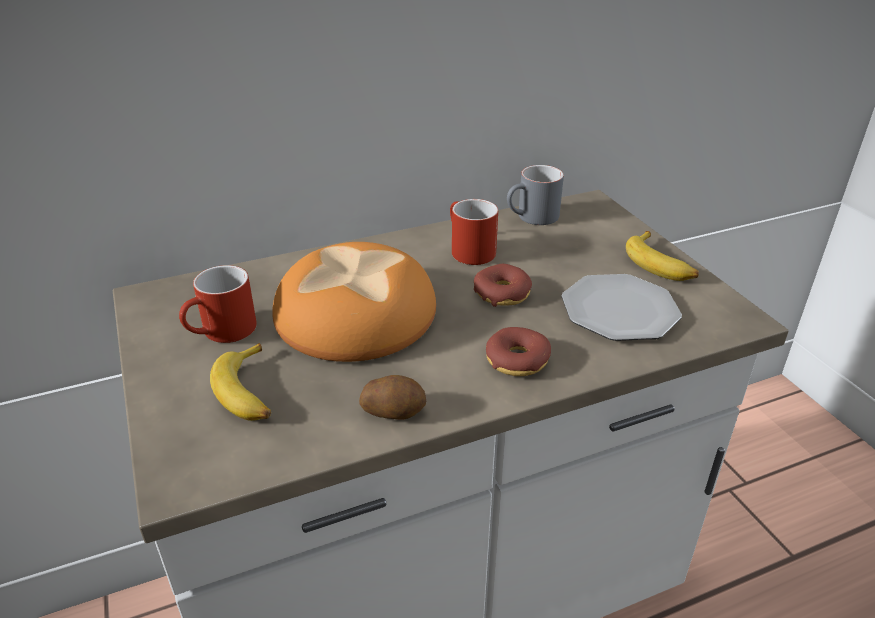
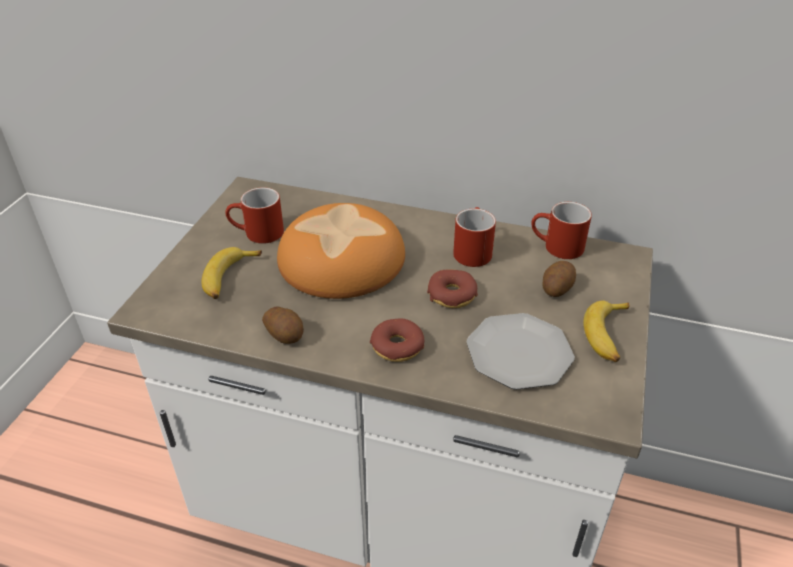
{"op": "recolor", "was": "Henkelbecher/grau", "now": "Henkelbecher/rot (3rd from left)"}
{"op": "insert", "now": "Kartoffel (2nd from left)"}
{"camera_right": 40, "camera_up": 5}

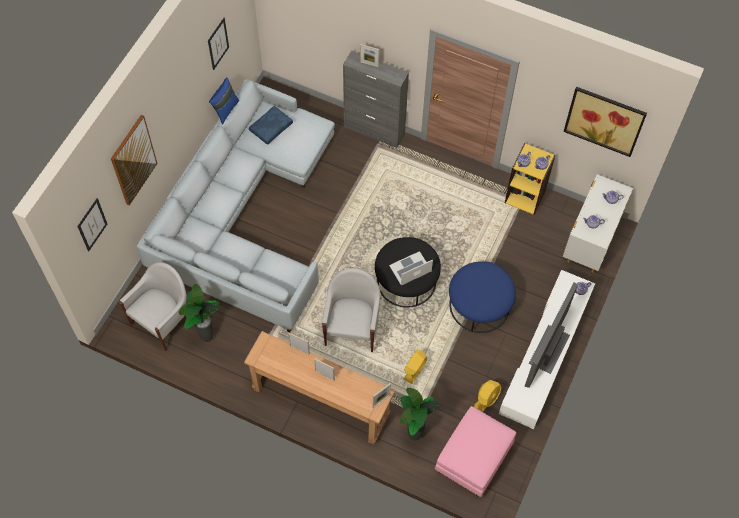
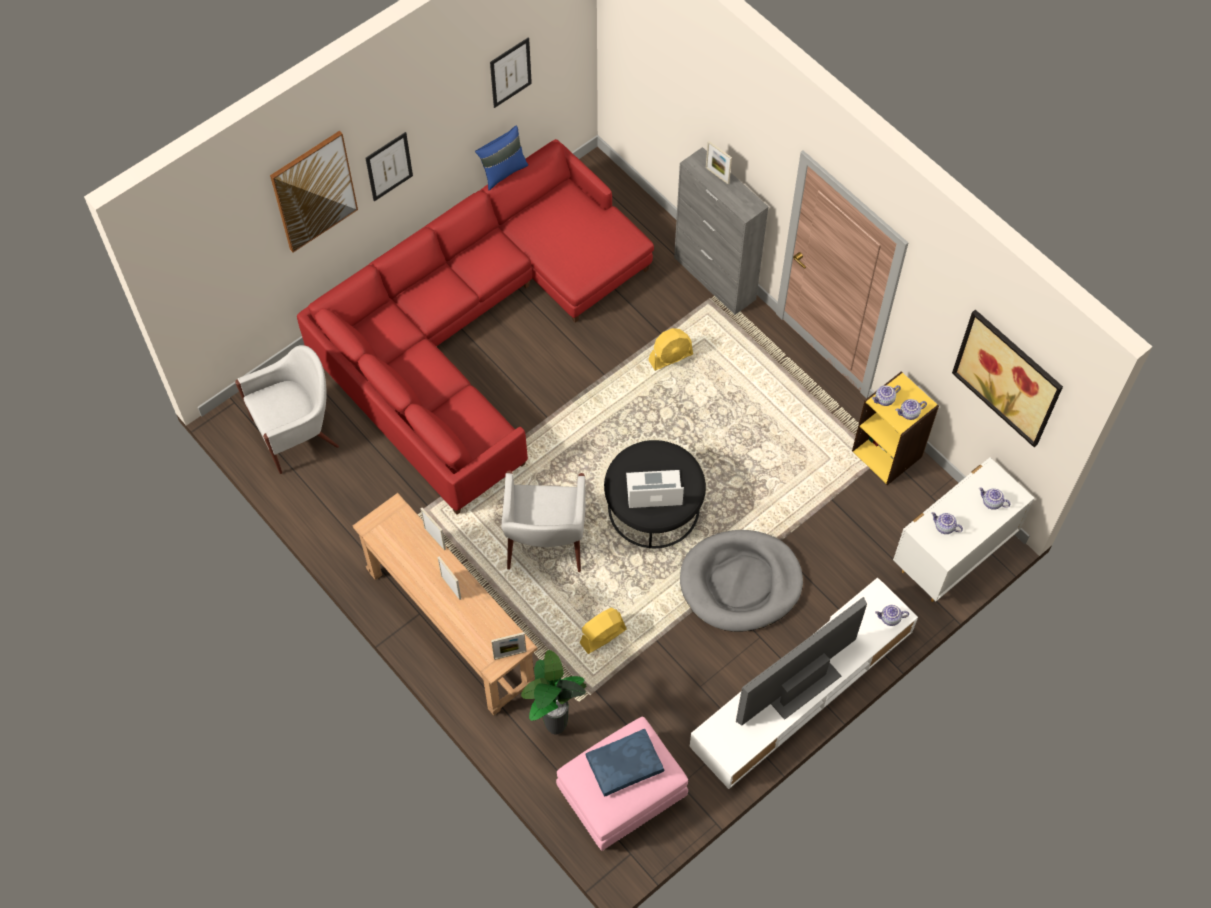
{"op": "recolor", "was": "Sofa/grau", "now": "Sofa/rot"}
{"op": "move", "was": "Kissen/blau (2nd from left)"}
{"op": "move", "was": "Bild (1st from left in the first image)", "now": "Bild (2nd from left)"}
{"op": "replace", "was": "Polsterhocker/blau", "now": "Hundebett/grau"}
{"op": "rotate", "was": "Sessel/weiß (2nd from left)", "clockwise": 150}
{"op": "delete", "was": "Topfpflanze (1st from left)"}
{"op": "move", "was": "Ventilator/gelb (2nd from left)"}
{"camera_right": 25, "camera_up": 0}

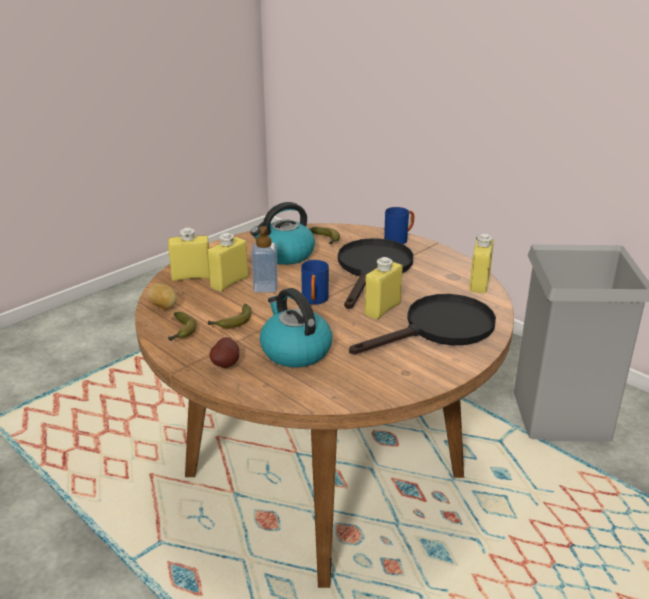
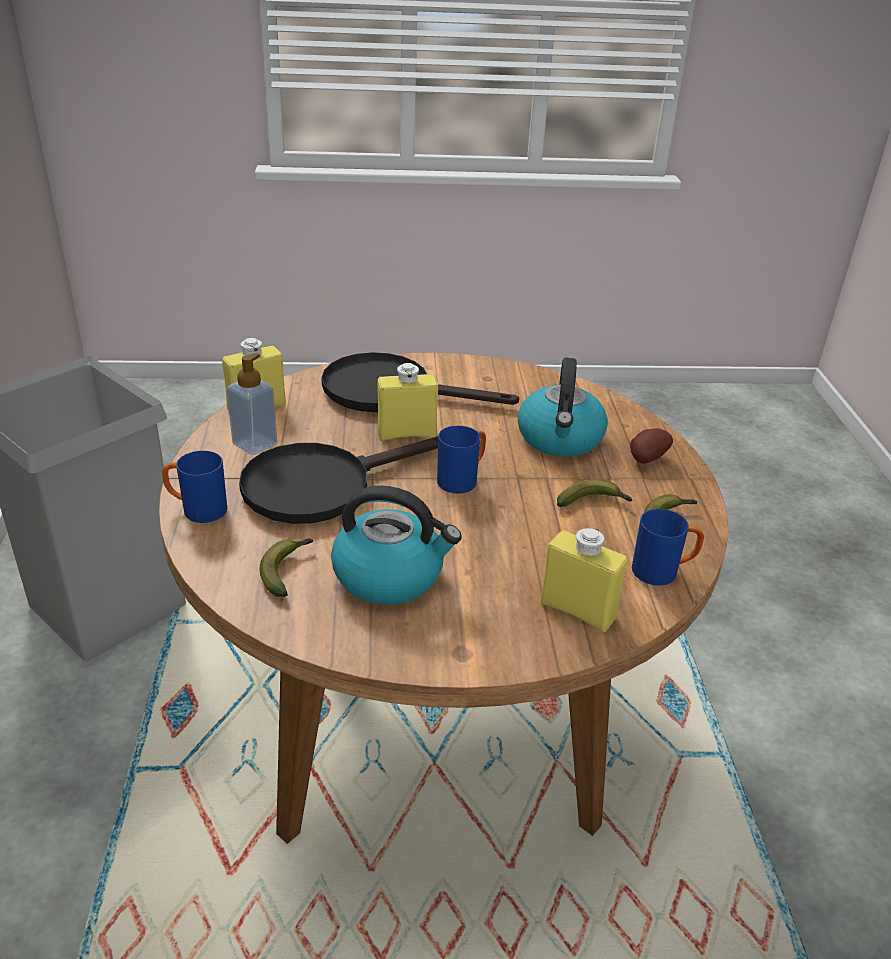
{"op": "move", "was": "Seifenspender"}
{"op": "delete", "was": "Flasche/gelb (2nd from left)"}
{"op": "replace", "was": "Kartoffel (1st from left)", "now": "Henkelbecher/blau (3rd from left)"}
{"camera_right": -140, "camera_up": 5}

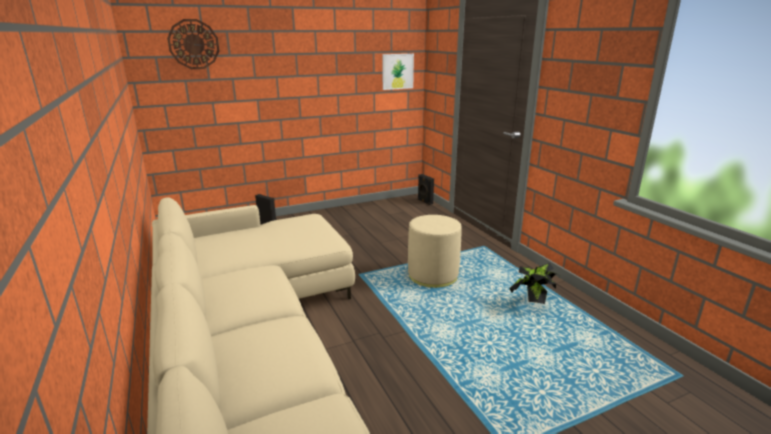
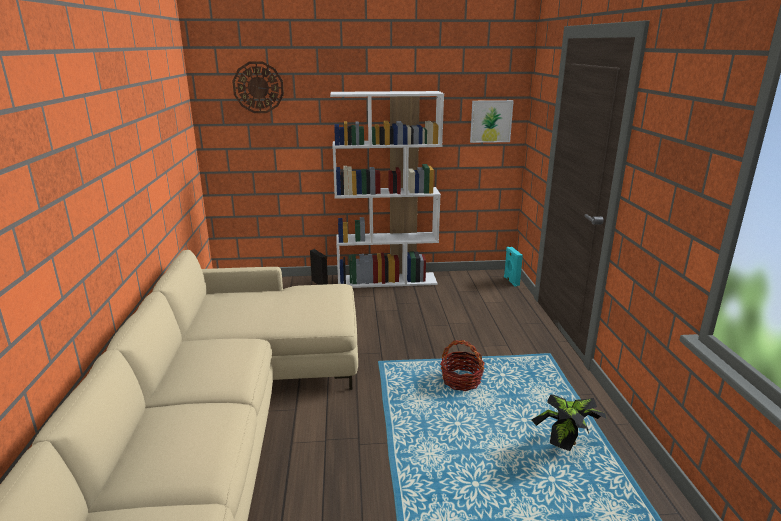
{"op": "recolor", "was": "Lautsprecher/schwarz (2nd from left)", "now": "Lautsprecher/türkis"}
{"op": "replace", "was": "Polsterhocker/beige", "now": "Korb"}
{"op": "insert", "now": "Bücherregal/weiß"}
{"camera_right": 20, "camera_up": 0}

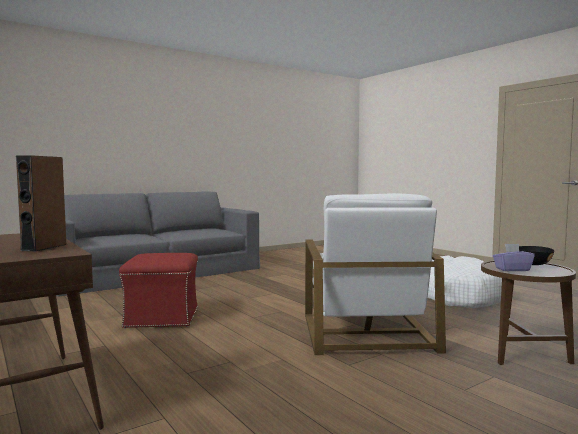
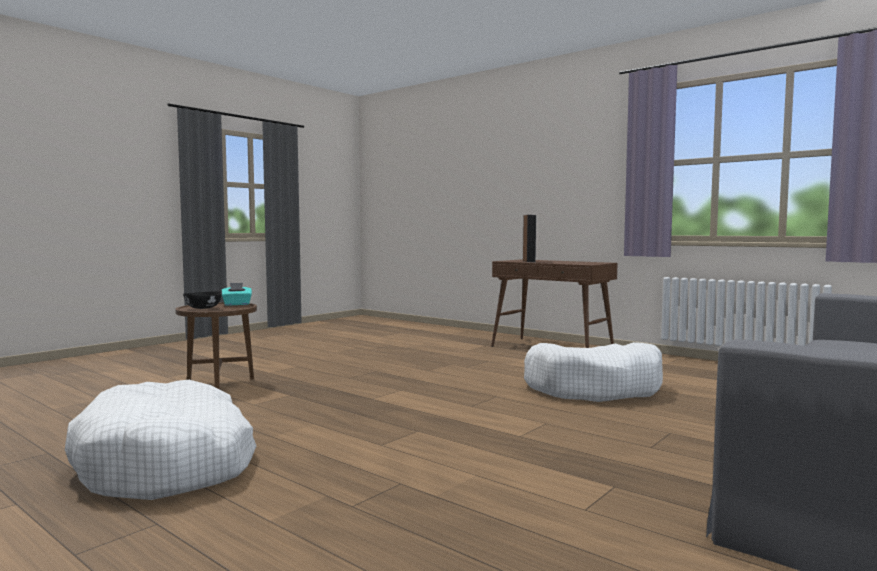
{"op": "delete", "was": "Sessel/weiß"}
{"op": "recolor", "was": "Taschentuchbox/lila", "now": "Taschentuchbox/türkis"}
{"op": "replace", "was": "Polsterhocker/rot", "now": "Hundebett/weiß (2nd from left)"}
{"camera_right": 165, "camera_up": 0}

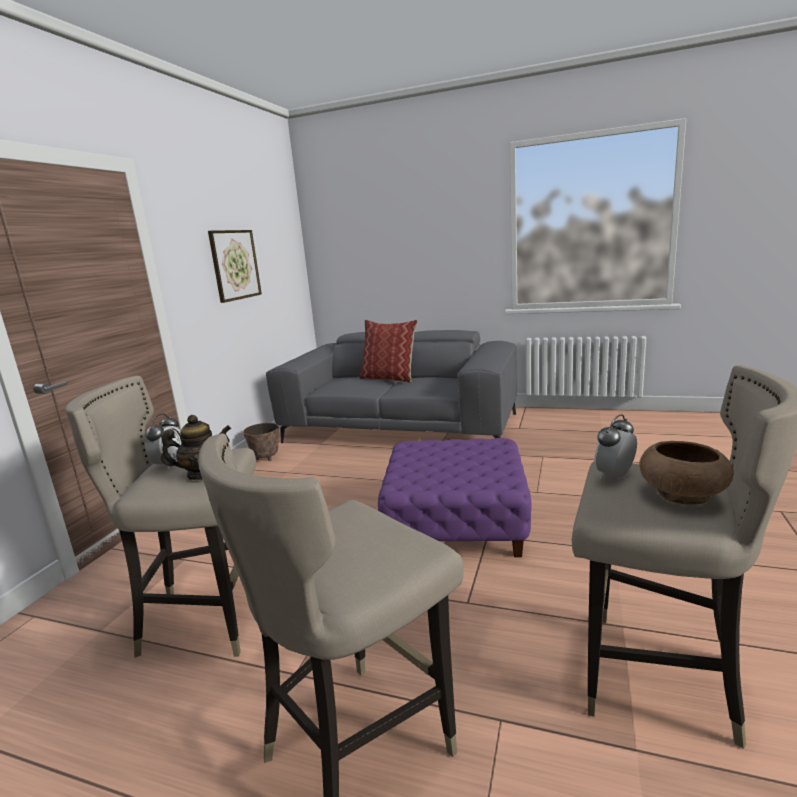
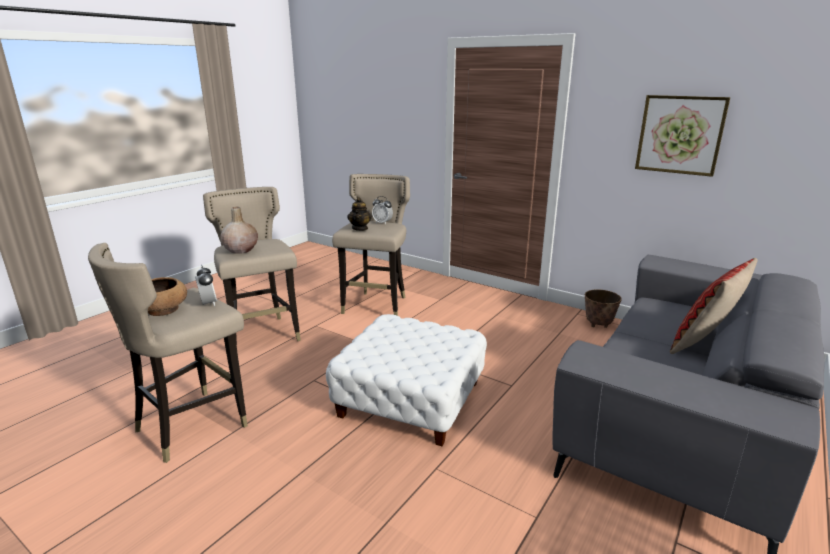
{"op": "recolor", "was": "Polsterhocker/lila", "now": "Polsterhocker/weiß"}
{"op": "insert", "now": "Vase/beige"}
{"camera_right": 105, "camera_up": 5}

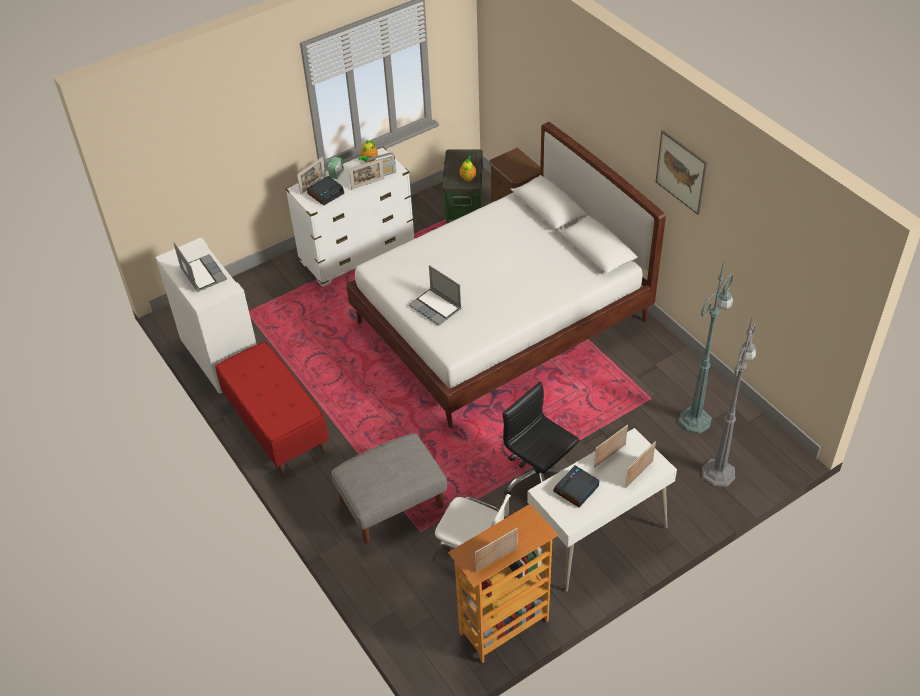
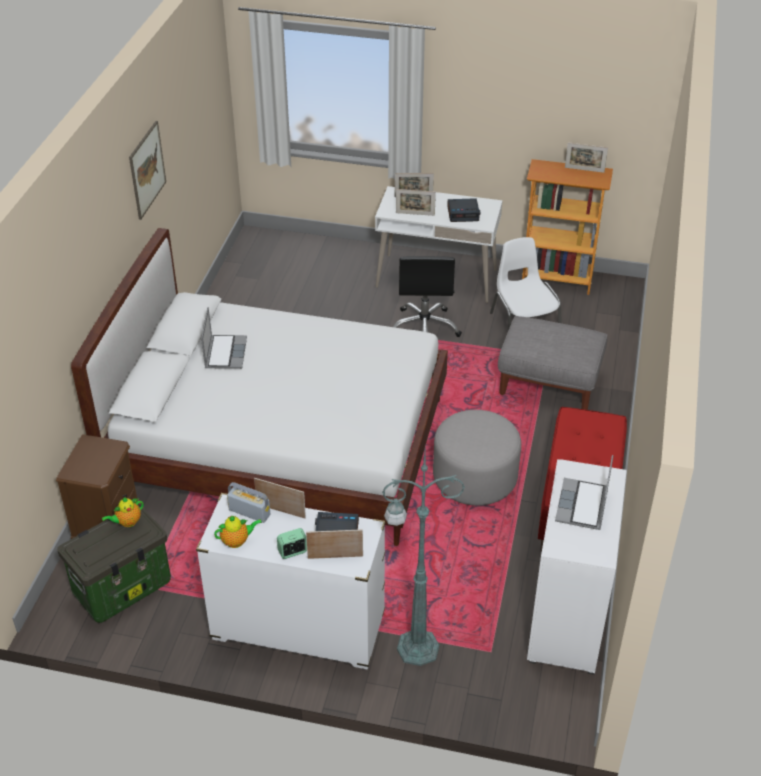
{"op": "move", "was": "Stehlampe/grün"}
{"op": "move", "was": "Laptop (2nd from left in the first image)", "now": "Laptop (1st from left)"}
{"op": "delete", "was": "Stehlampe/grau"}
{"op": "insert", "now": "Polsterhocker/grau (1st from left)"}
{"camera_right": -135, "camera_up": -5}

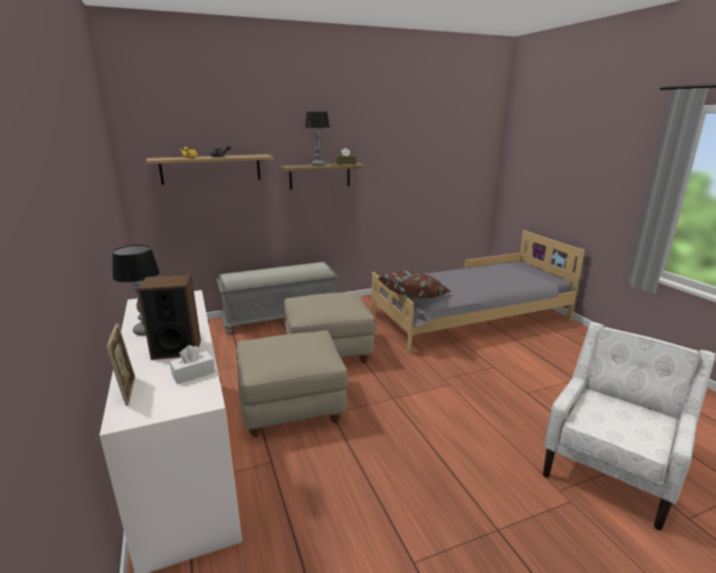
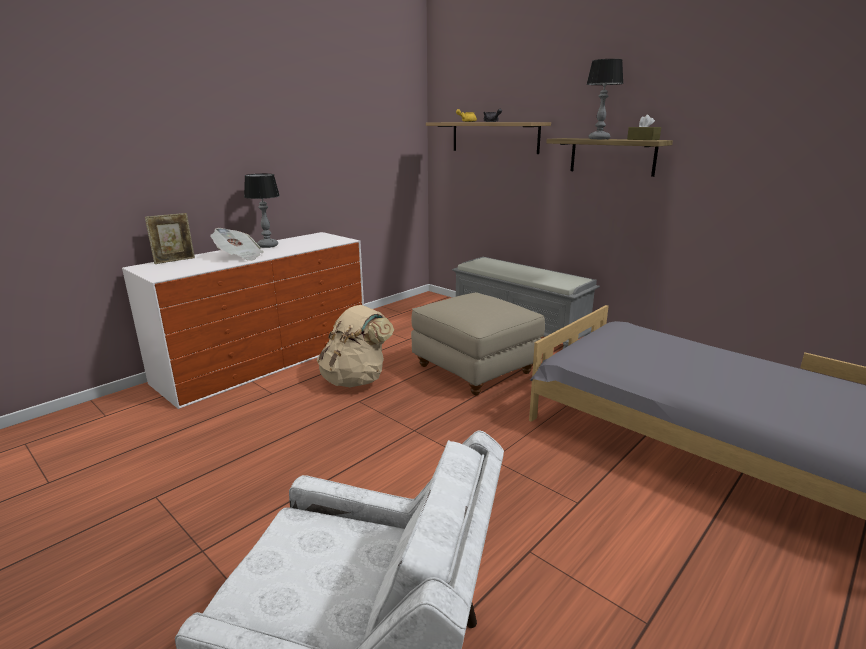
{"op": "delete", "was": "Kissen/braun"}
{"op": "replace", "was": "Lautsprecher", "now": "Zeitung"}
{"op": "replace", "was": "Polsterhocker/beige (1st from left)", "now": "Rucksack/beige"}
{"op": "delete", "was": "Taschentuchbox/weiß"}
{"camera_right": 65, "camera_up": 0}

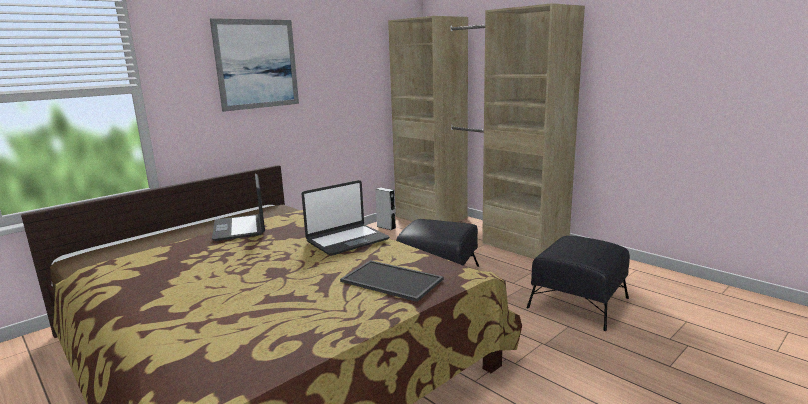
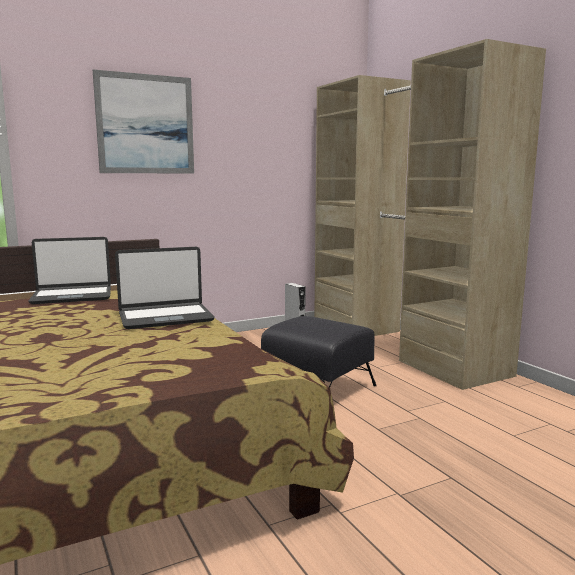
{"op": "rotate", "was": "Laptop (1st from left)", "clockwise": -105}
{"op": "delete", "was": "Polsterhocker/schwarz (2nd from left)"}
{"op": "delete", "was": "Tablett"}
{"camera_right": 15, "camera_up": -5}

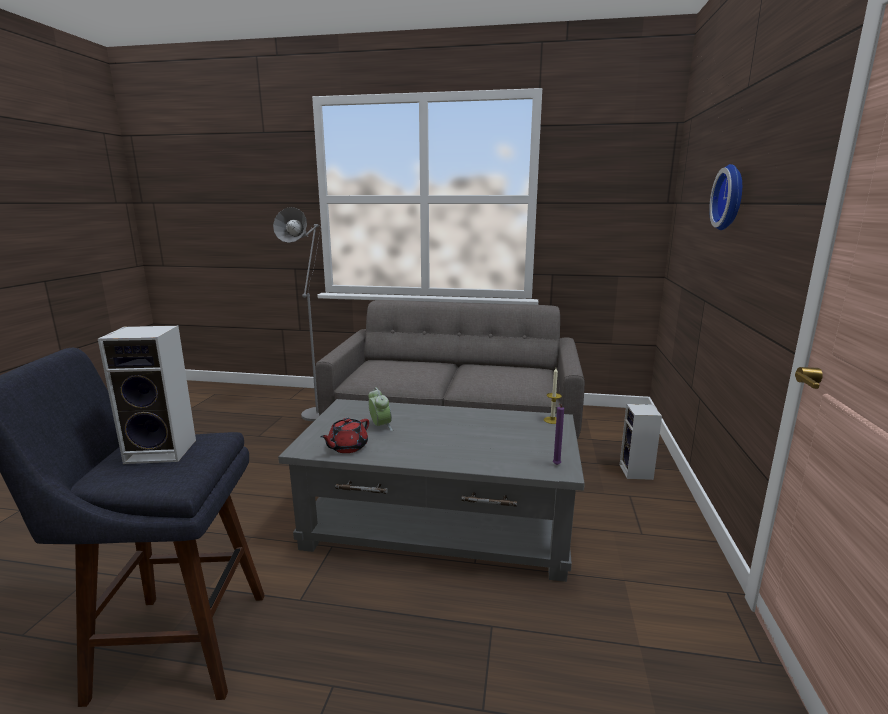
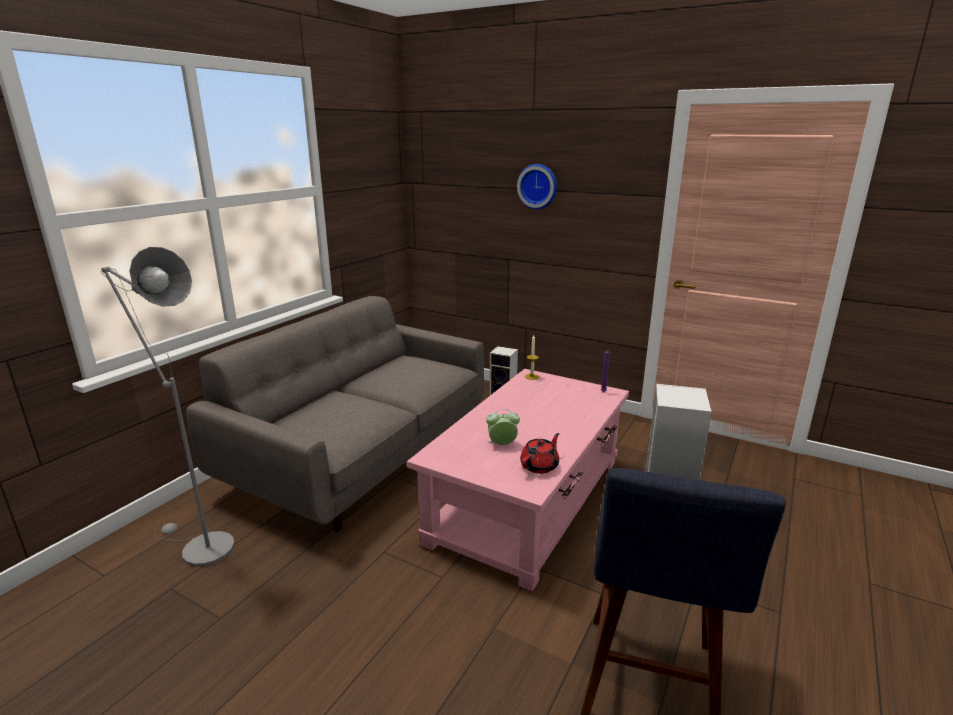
{"op": "recolor", "was": "Couchtisch/grau", "now": "Couchtisch/rosa"}
{"op": "rotate", "was": "Teekanne/rot", "clockwise": -105}
{"camera_right": -70, "camera_up": 5}

